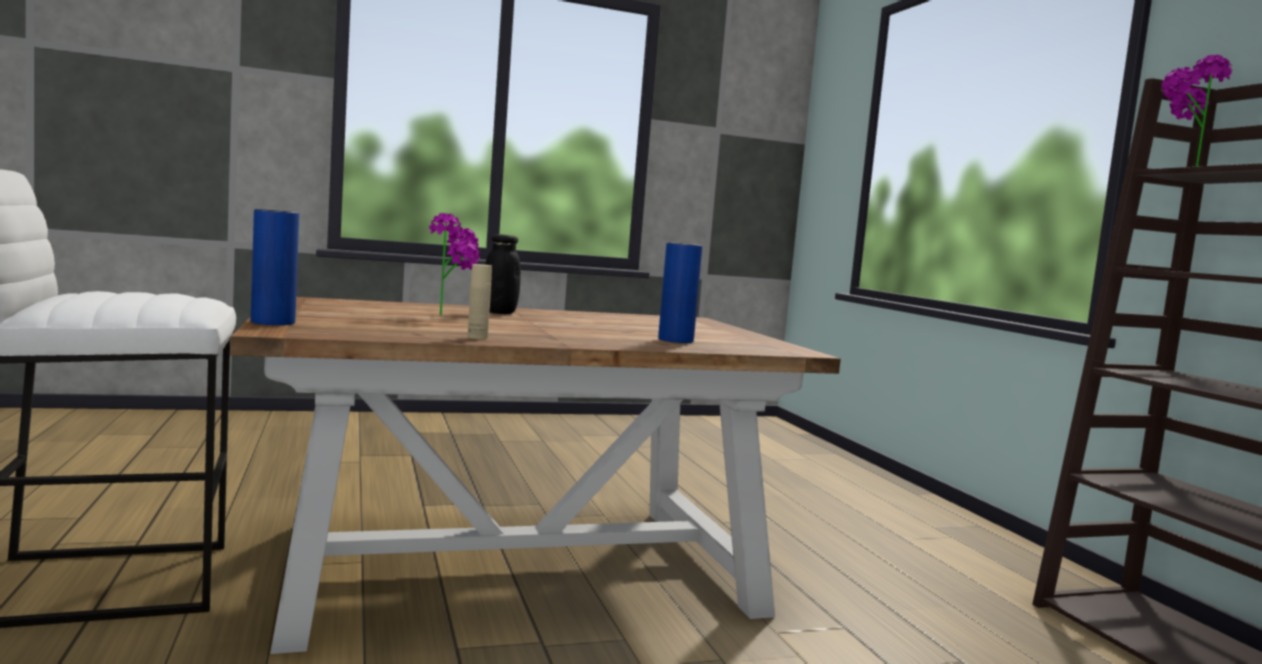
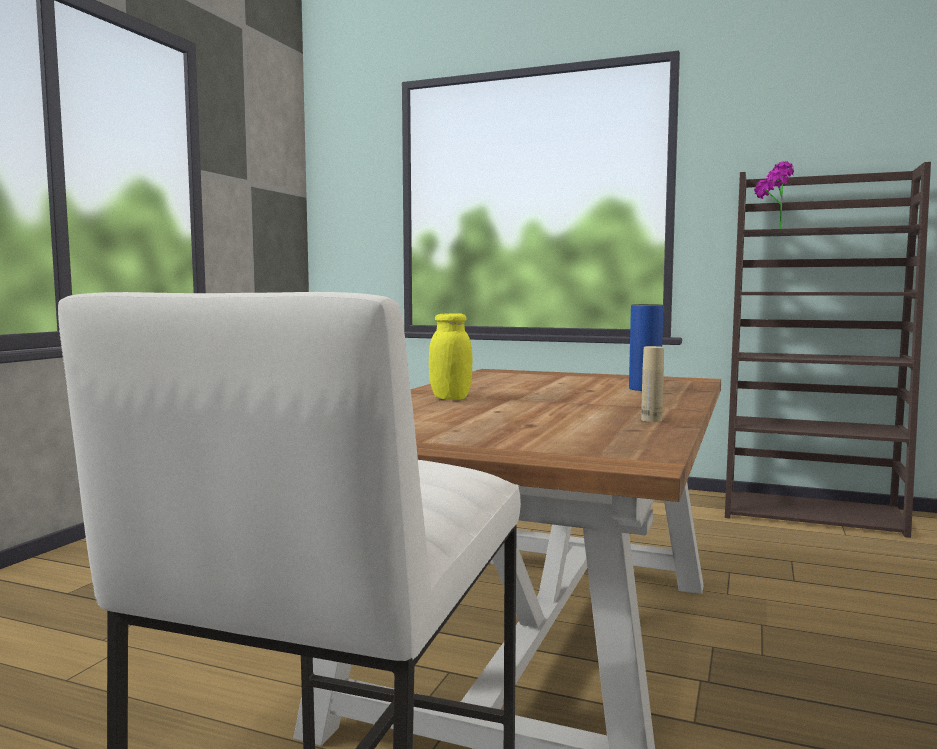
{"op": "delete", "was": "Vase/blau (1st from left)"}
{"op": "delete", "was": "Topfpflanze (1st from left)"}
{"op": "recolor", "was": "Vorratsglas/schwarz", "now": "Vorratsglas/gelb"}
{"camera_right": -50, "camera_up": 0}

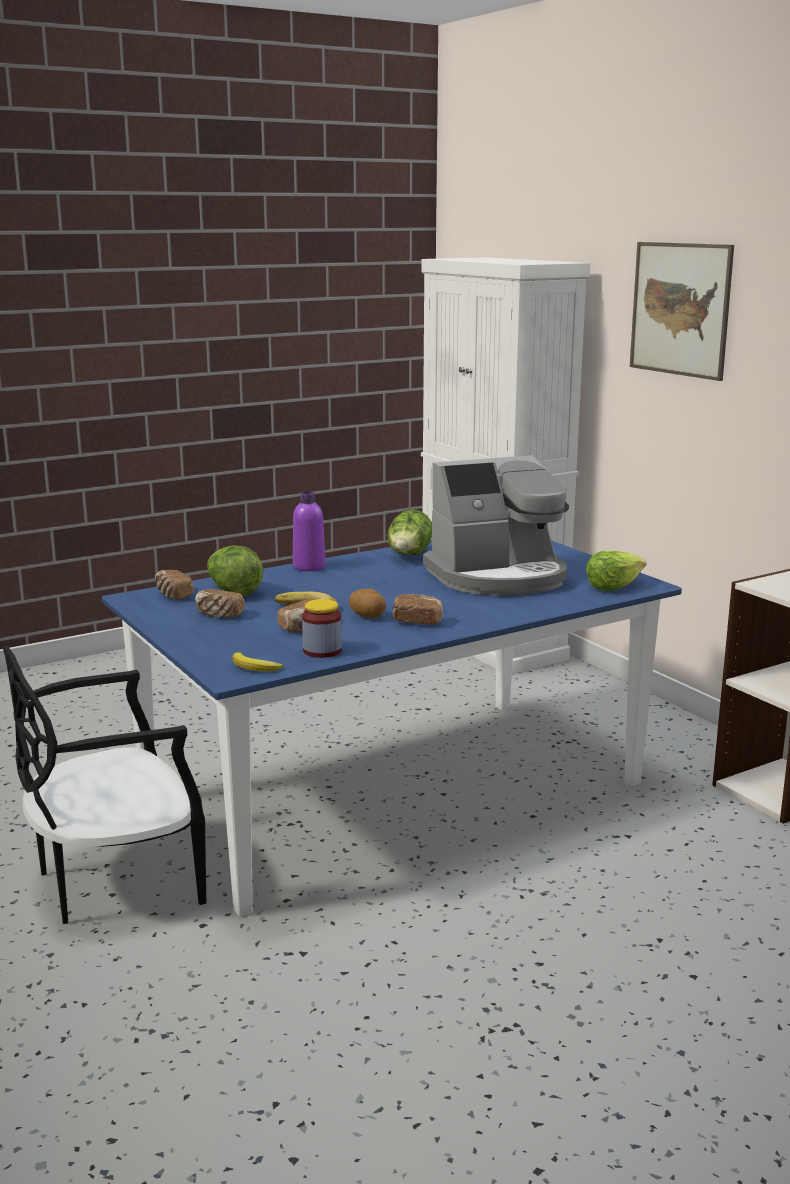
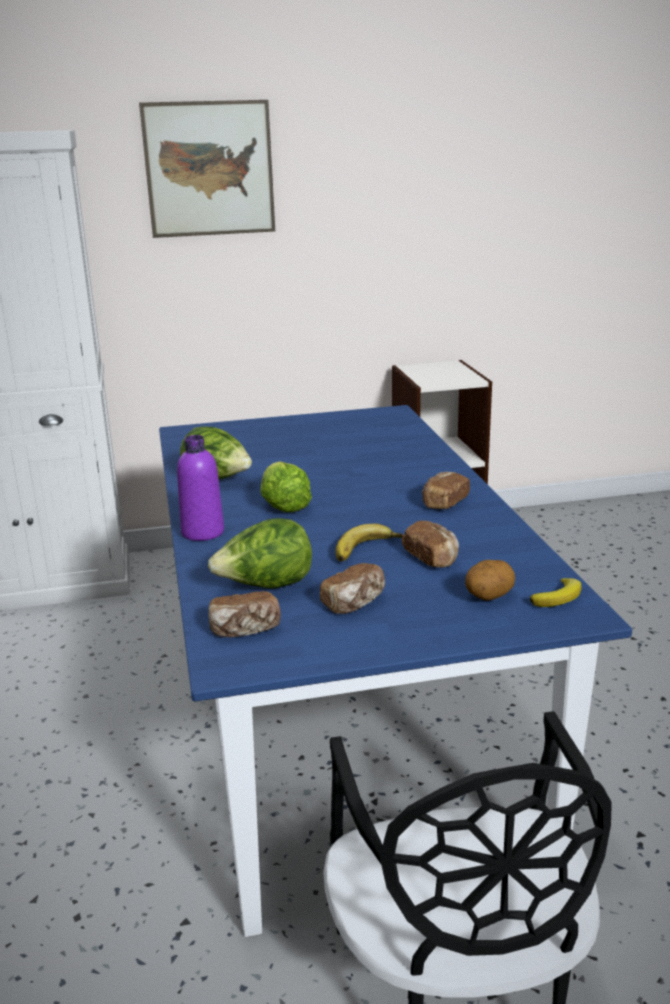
{"op": "delete", "was": "Kaffeemaschine"}
{"op": "move", "was": "Salatkopf (3rd from left)"}
{"op": "move", "was": "Kartoffel"}
{"op": "delete", "was": "Vorratsglas"}
{"camera_right": -70, "camera_up": 5}

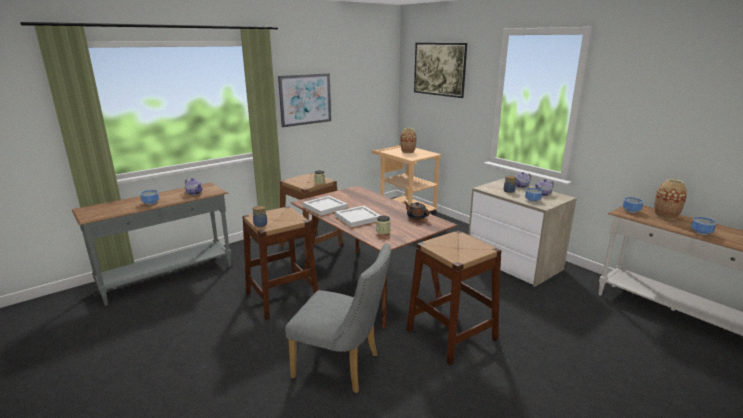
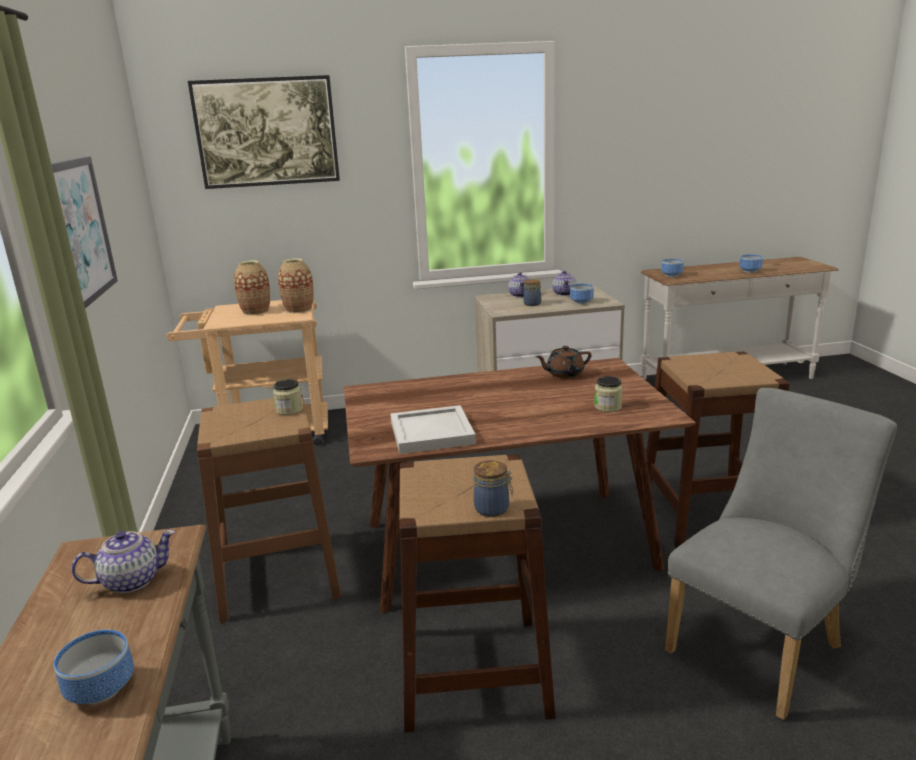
{"op": "move", "was": "Vase (2nd from left)"}
{"op": "delete", "was": "Tablett/weiß (2nd from left)"}
{"camera_right": -60, "camera_up": 0}

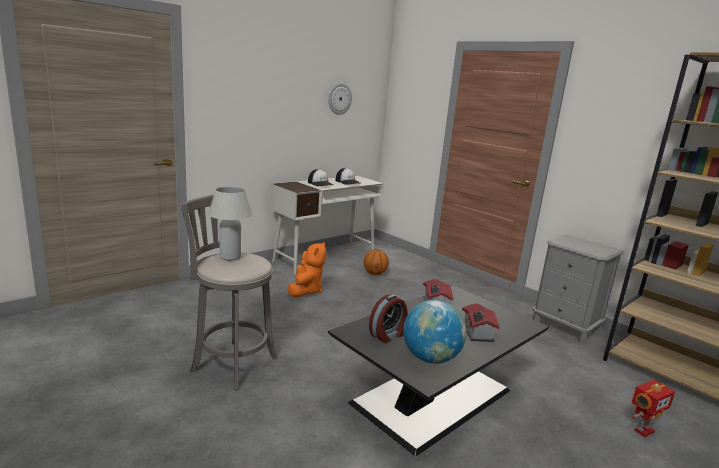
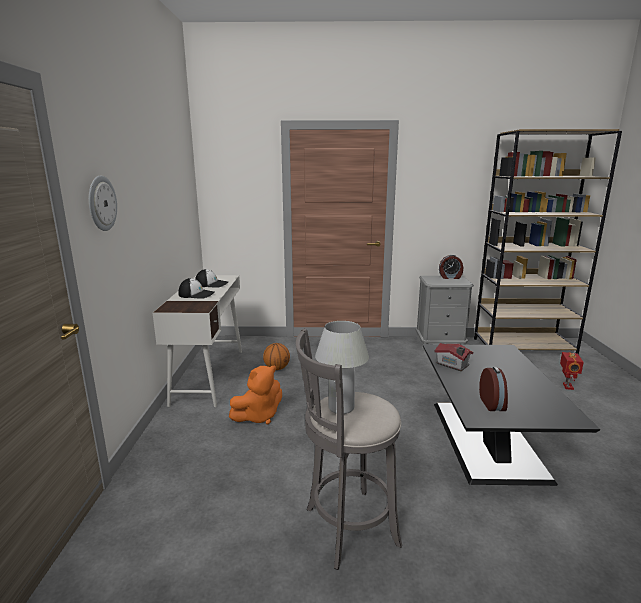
{"op": "move", "was": "Wanduhr"}
{"op": "rotate", "was": "Plüschtier/orange", "clockwise": 90}
{"op": "delete", "was": "Globus"}
{"op": "delete", "was": "Spielzeughaus (2nd from left)"}
{"op": "insert", "now": "Wecker (1st from left)"}
{"camera_right": -45, "camera_up": 0}

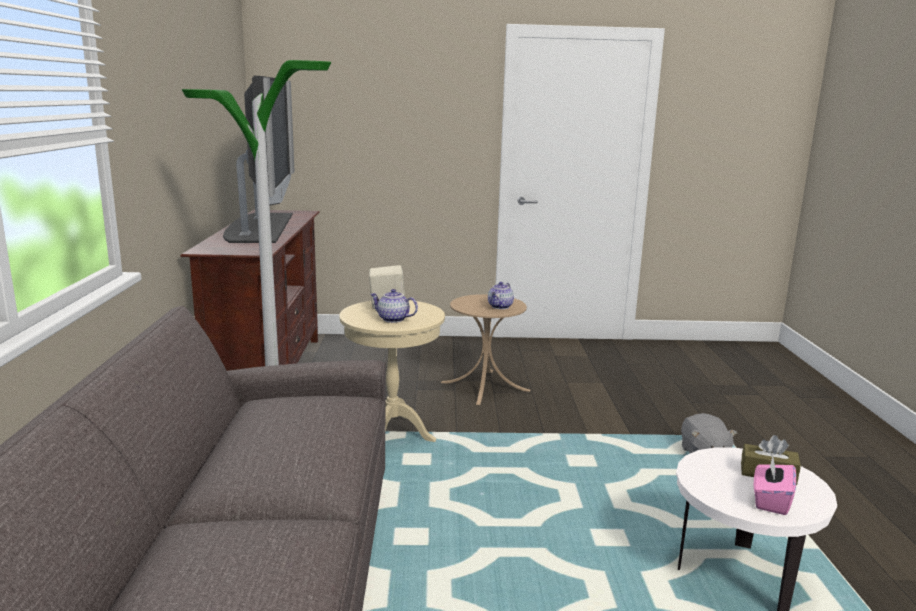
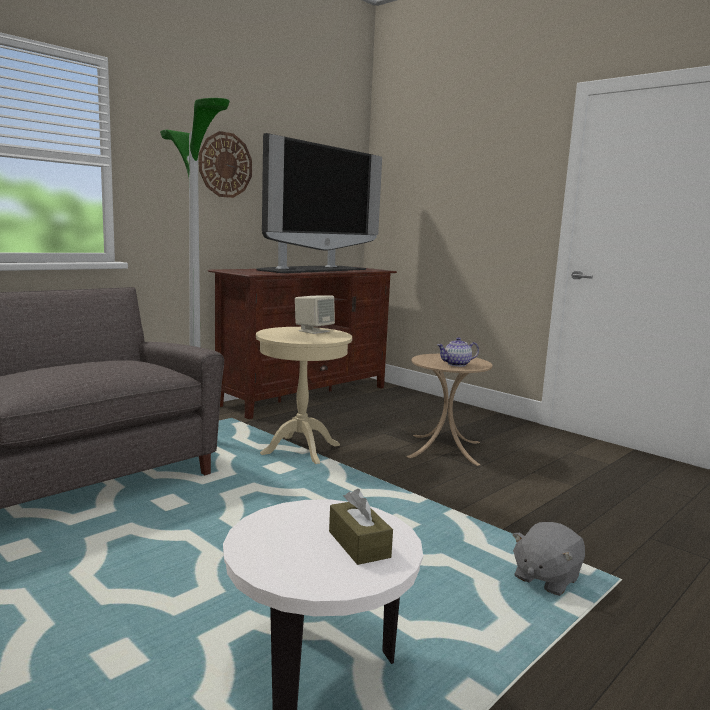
{"op": "delete", "was": "Teekanne (1st from left)"}
{"op": "delete", "was": "Taschentuchbox/rosa"}
{"op": "insert", "now": "Wanduhr"}
{"camera_right": 45, "camera_up": -5}

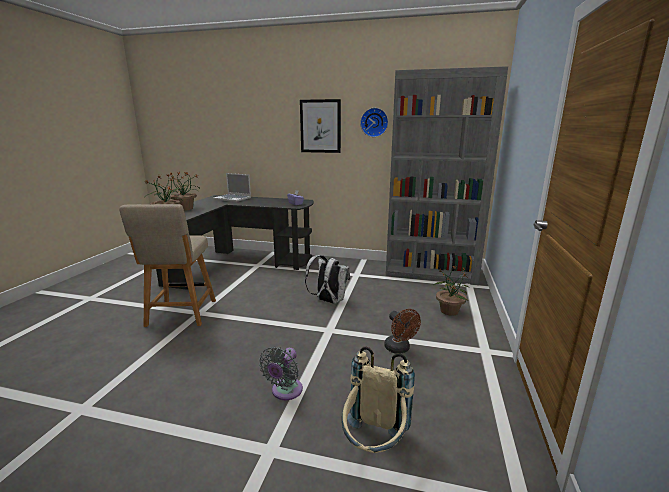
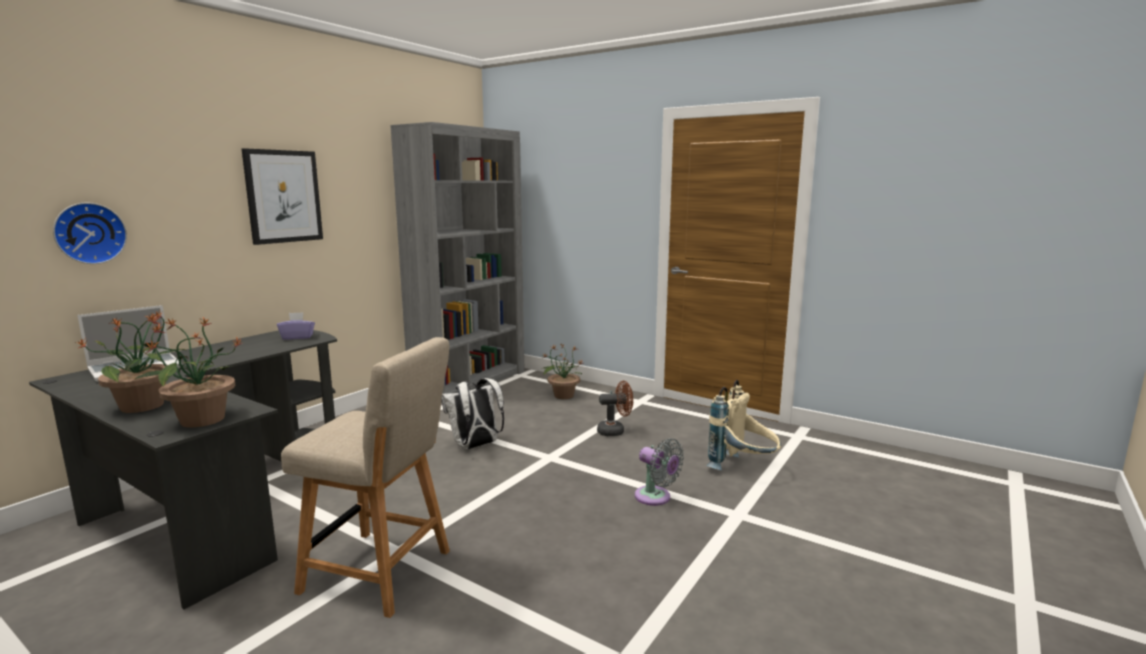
{"op": "move", "was": "Wanduhr"}
{"camera_right": -70, "camera_up": -5}

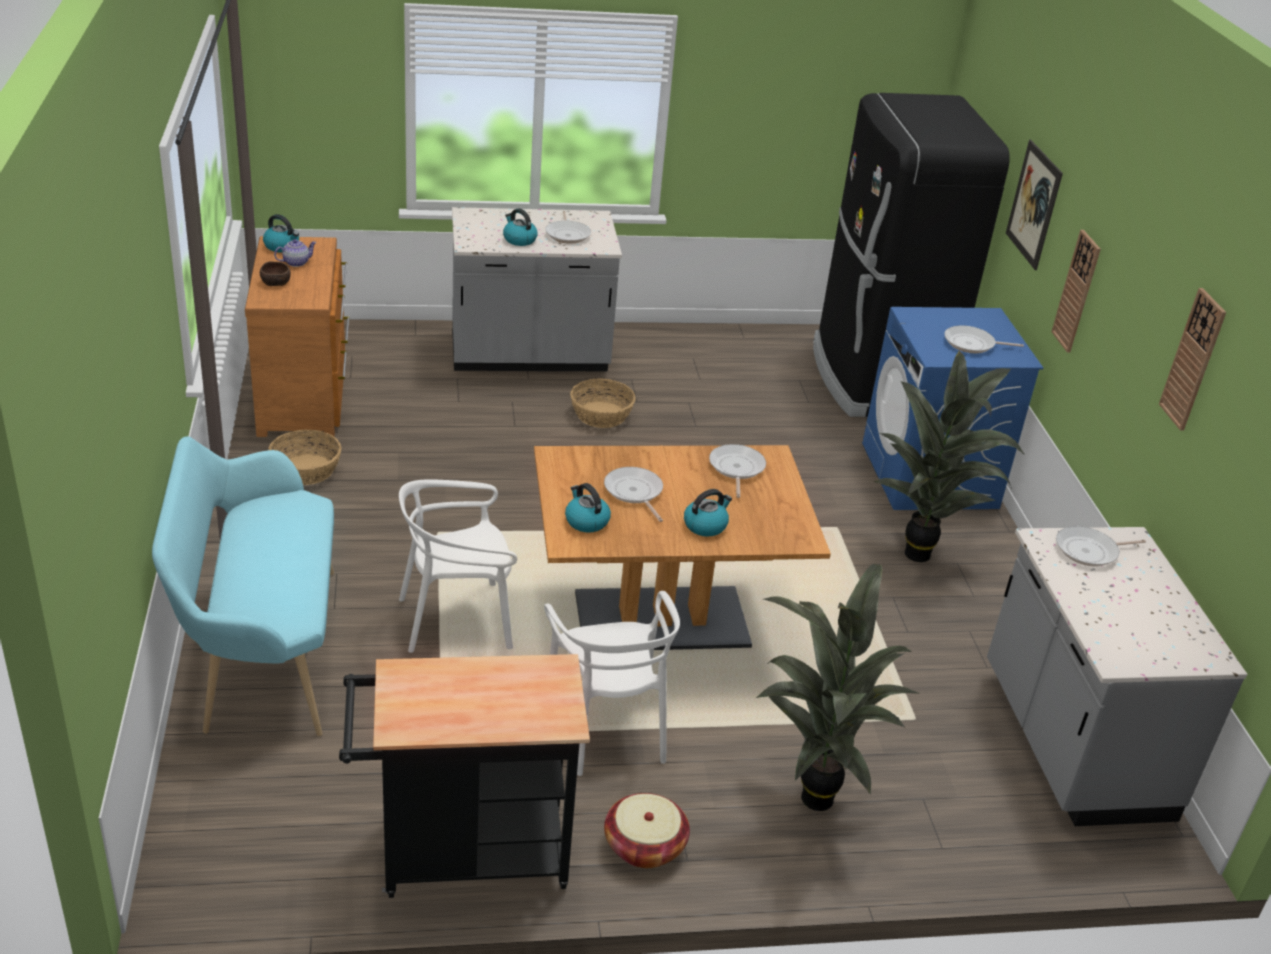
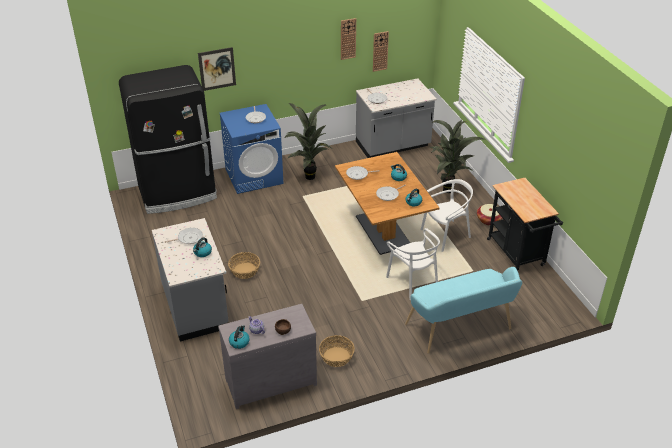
{"op": "move", "was": "Wanduhr (1st from left in the first image)", "now": "Wanduhr (2nd from left)"}
{"op": "recolor", "was": "Kommode/braun", "now": "Kommode/grau"}
{"camera_right": -100, "camera_up": 5}

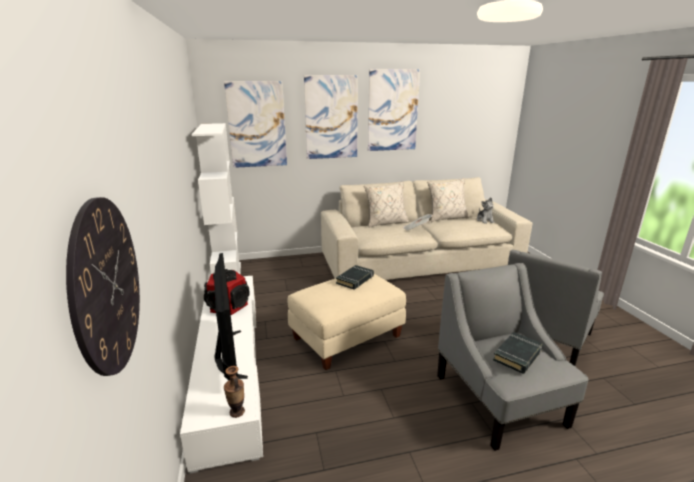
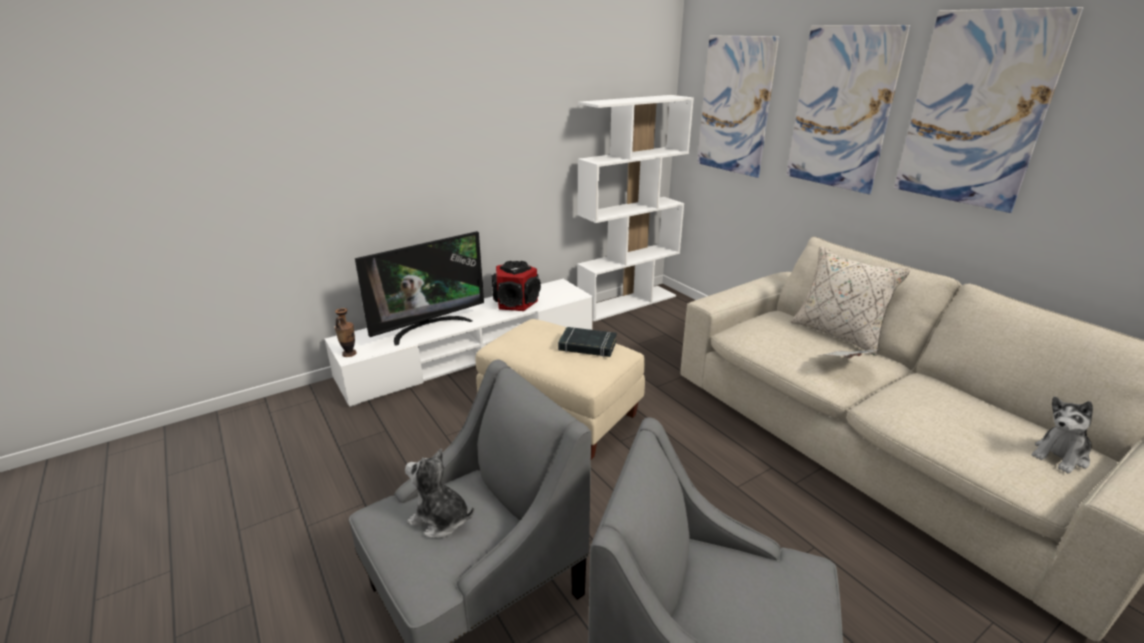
{"op": "delete", "was": "Kissen/beige (2nd from left)"}
{"op": "delete", "was": "Wanduhr"}
{"op": "replace", "was": "Buch/schwarz (2nd from left)", "now": "Plüschtier (1st from left)"}
{"camera_right": 70, "camera_up": 5}

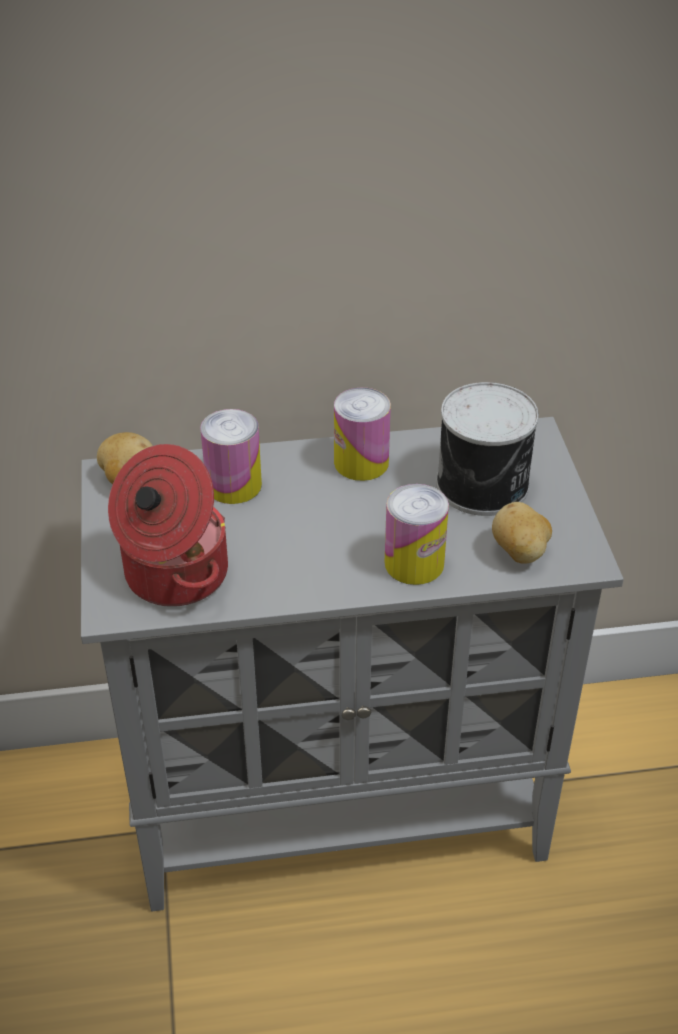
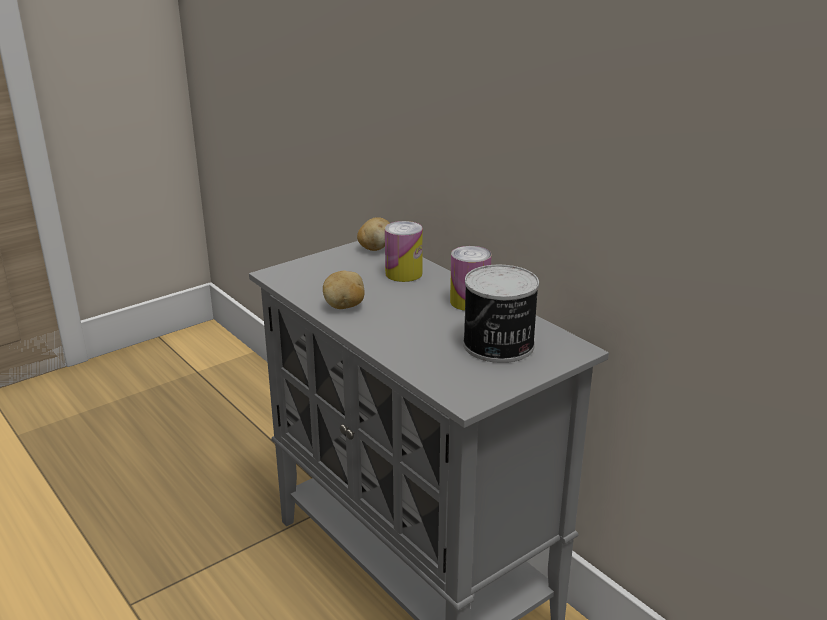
{"op": "delete", "was": "Kochtopf"}
{"op": "delete", "was": "Dose (3rd from left)"}
{"op": "move", "was": "Kartoffel (2nd from left in the first image)", "now": "Kartoffel (1st from left)"}
{"camera_right": 60, "camera_up": -15}

